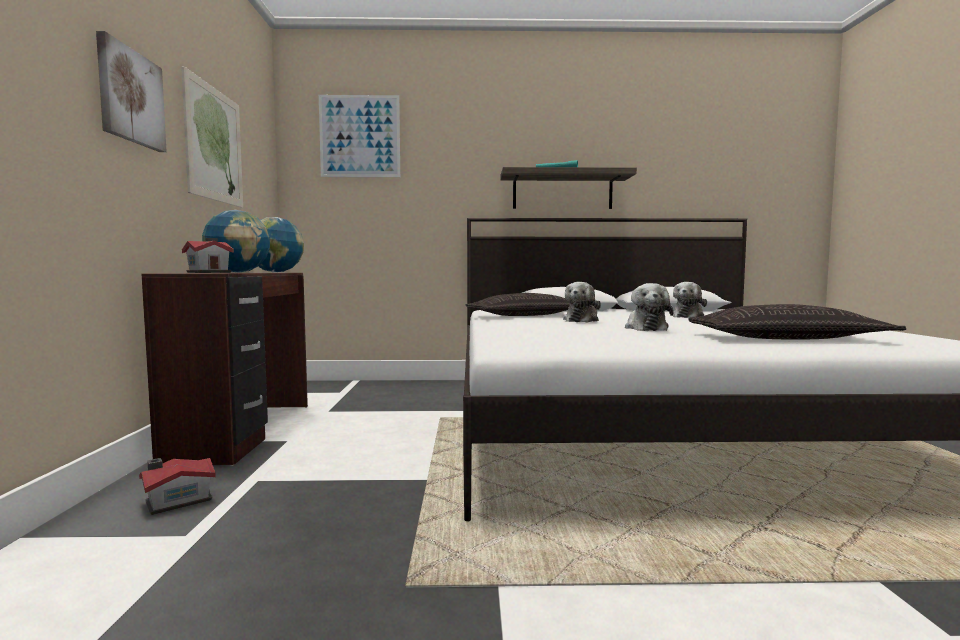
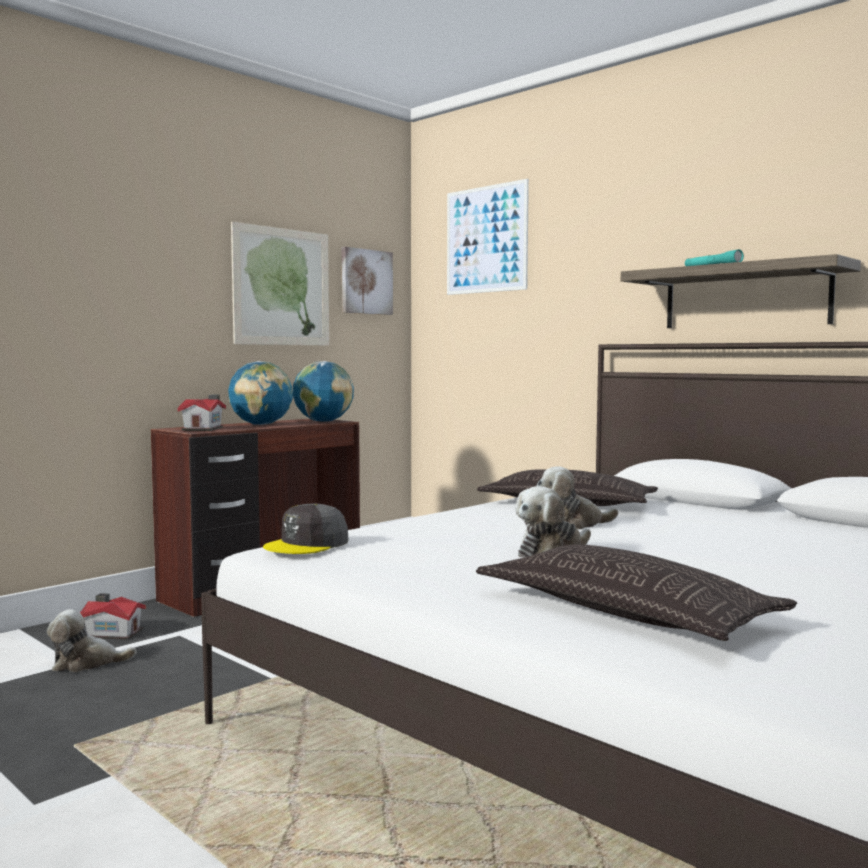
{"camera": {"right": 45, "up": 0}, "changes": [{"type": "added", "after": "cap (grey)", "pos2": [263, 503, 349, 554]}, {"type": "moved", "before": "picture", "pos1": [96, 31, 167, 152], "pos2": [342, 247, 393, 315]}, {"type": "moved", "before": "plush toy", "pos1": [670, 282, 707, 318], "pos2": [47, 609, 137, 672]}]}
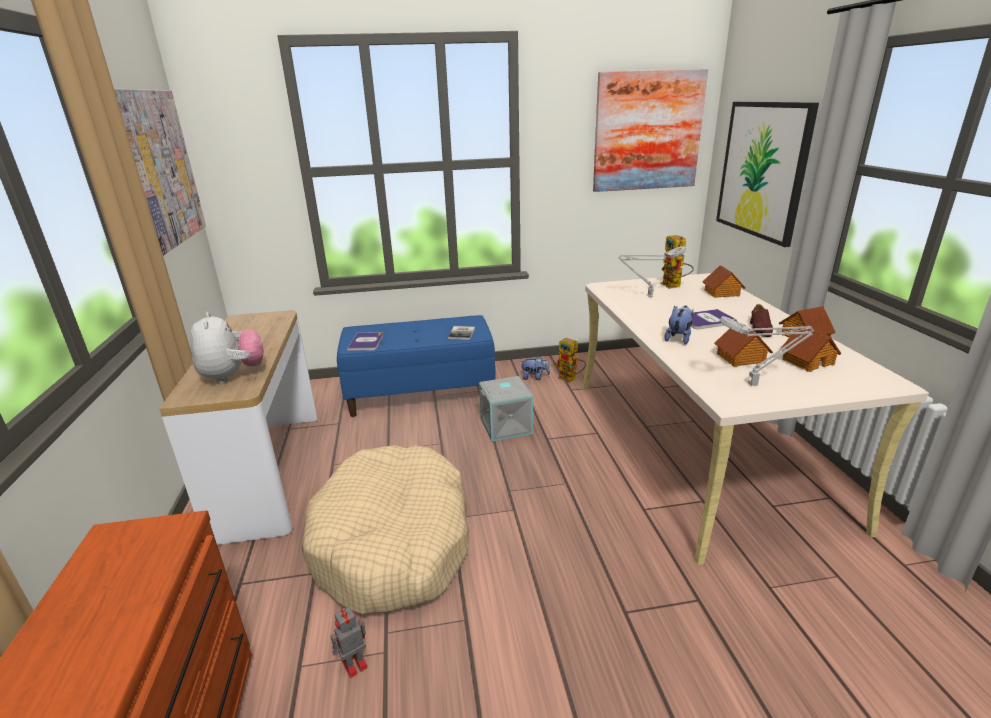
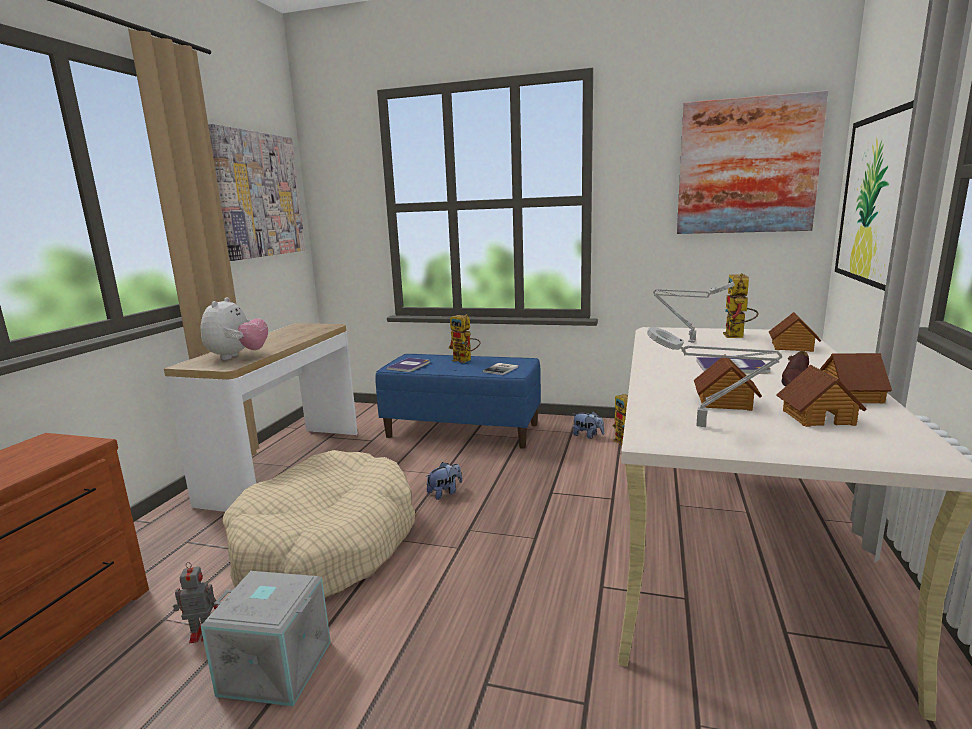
{"camera": {"right": 25, "up": -10}, "changes": [{"type": "added", "after": "toy robot", "pos2": [448, 314, 480, 363]}, {"type": "moved", "before": "storage box (grey)", "pos1": [479, 376, 533, 442], "pos2": [201, 571, 331, 706]}, {"type": "moved", "before": "plush toy", "pos1": [664, 306, 693, 345], "pos2": [426, 462, 462, 500]}]}
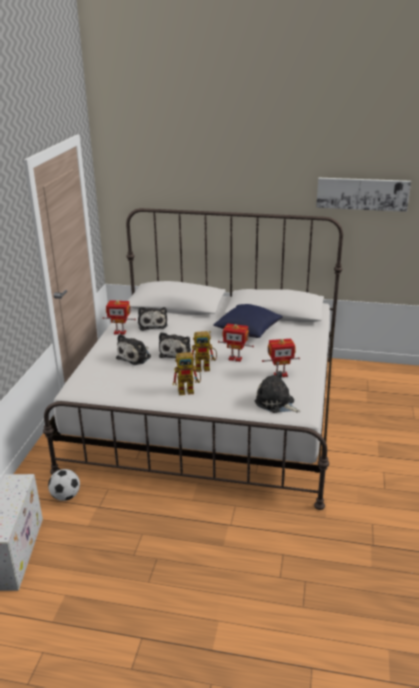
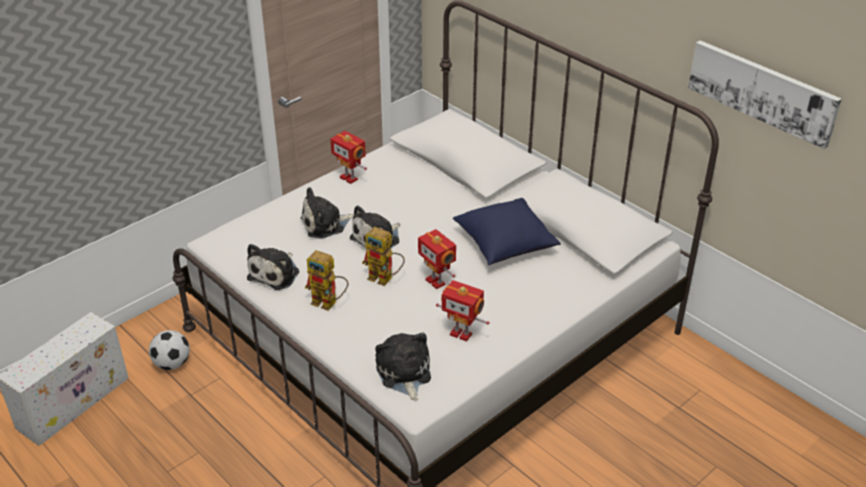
{"camera": {"right": 35, "up": 10}, "changes": [{"type": "moved", "before": "plush toy", "pos1": [138, 307, 168, 331], "pos2": [247, 244, 299, 290]}]}
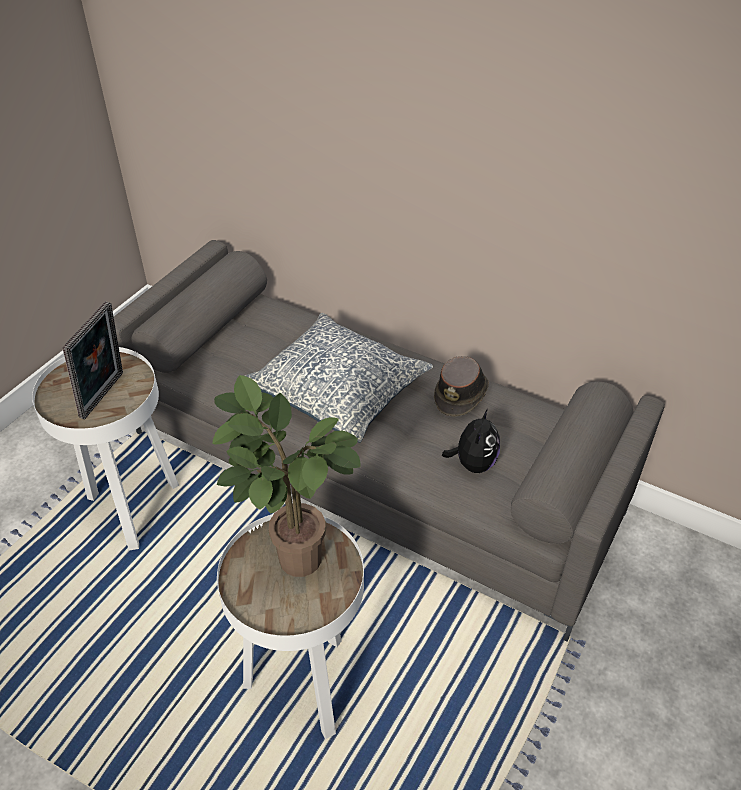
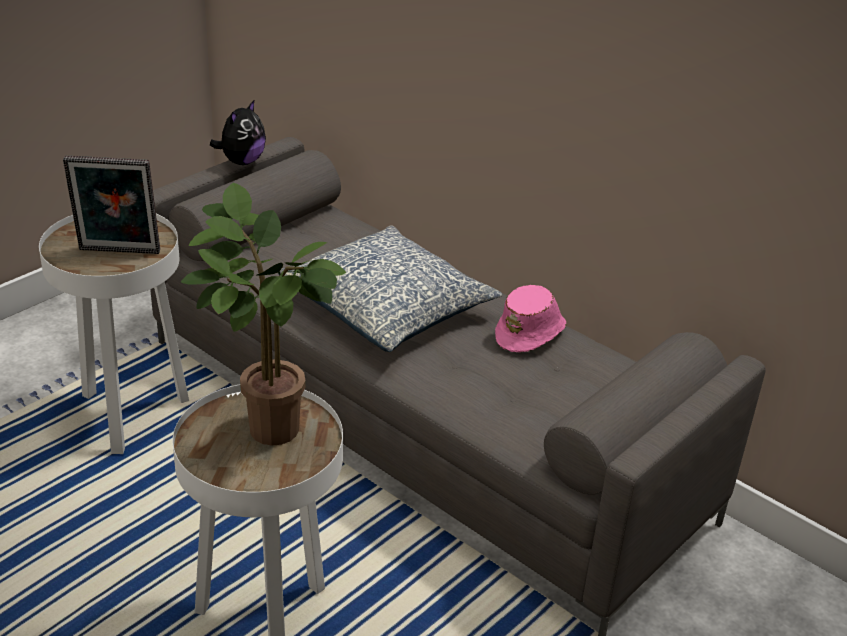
{"camera": {"right": 10, "up": -10}, "changes": [{"type": "moved", "before": "plush toy", "pos1": [442, 409, 500, 473], "pos2": [210, 99, 266, 165]}, {"type": "recoloured", "before": "hat (brown)", "after": "hat (pink)", "pos1": [434, 356, 489, 417], "pos2": [495, 285, 566, 352]}, {"type": "turned", "before": "picture frame", "pos1": [63, 301, 123, 419], "pos2": [63, 156, 160, 254], "turn": 60}]}
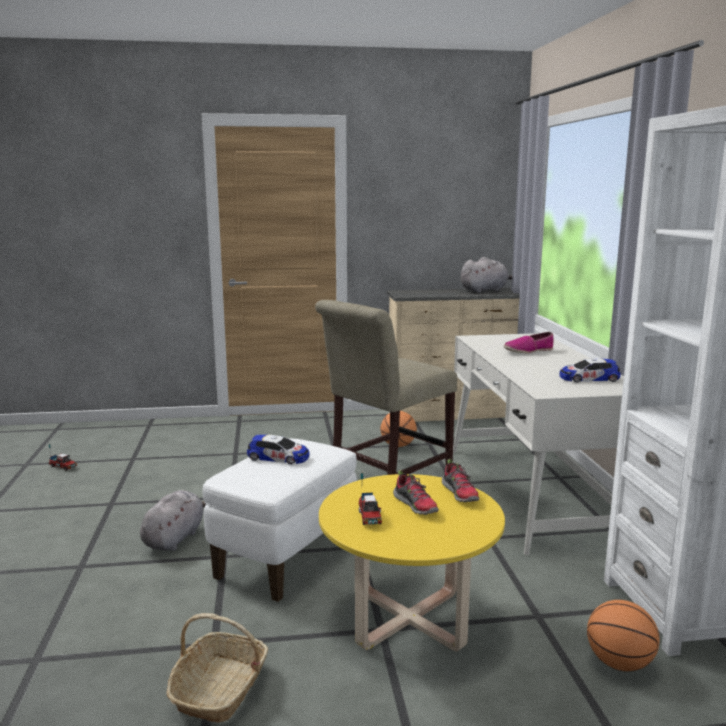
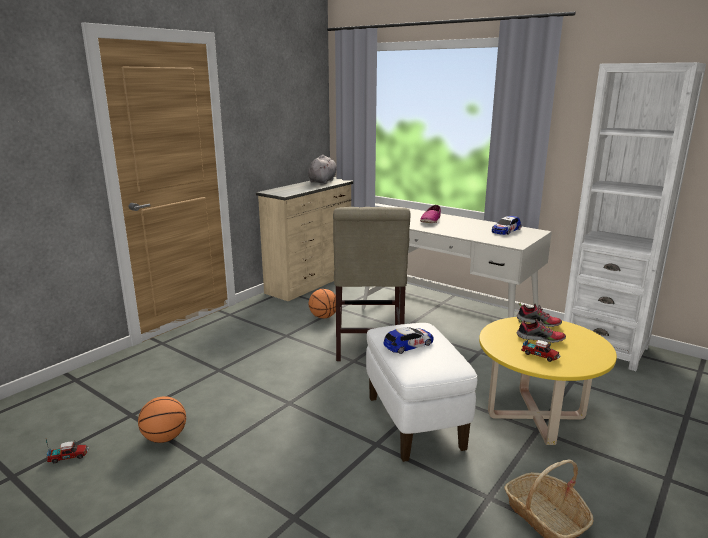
{"camera": {"right": -45, "up": 5}, "changes": [{"type": "removed", "before": "plush toy (grey)", "pos1": [140, 490, 206, 551]}, {"type": "moved", "before": "basketball", "pos1": [587, 600, 660, 671], "pos2": [138, 396, 186, 443]}]}
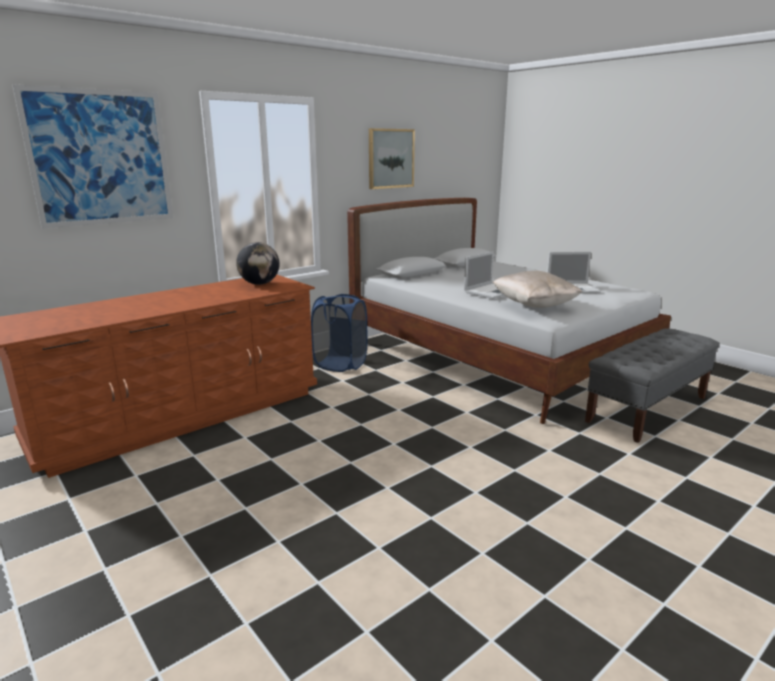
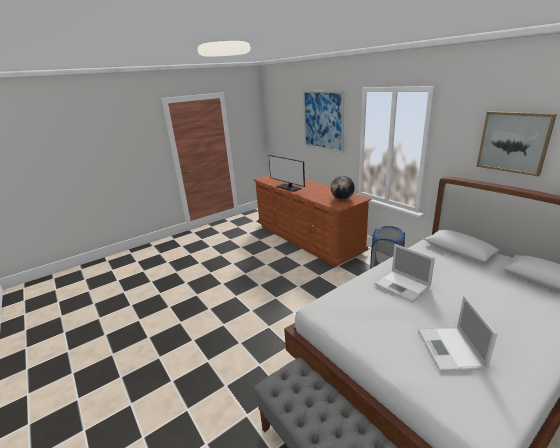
{"camera": {"right": 95, "up": 5}, "changes": [{"type": "removed", "before": "pillow (beige)", "pos1": [493, 271, 583, 308]}, {"type": "added", "after": "monitor", "pos2": [269, 155, 305, 192]}]}
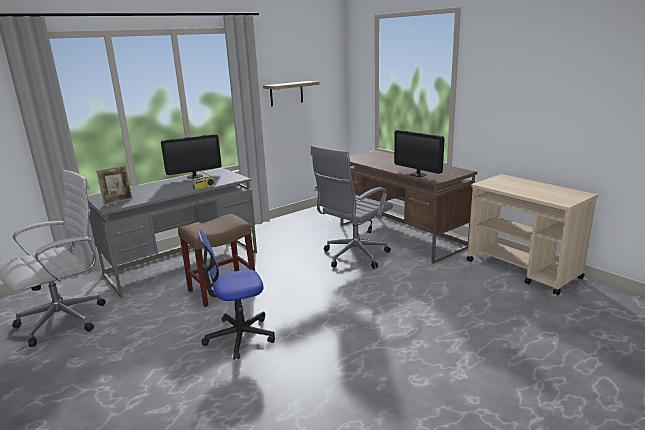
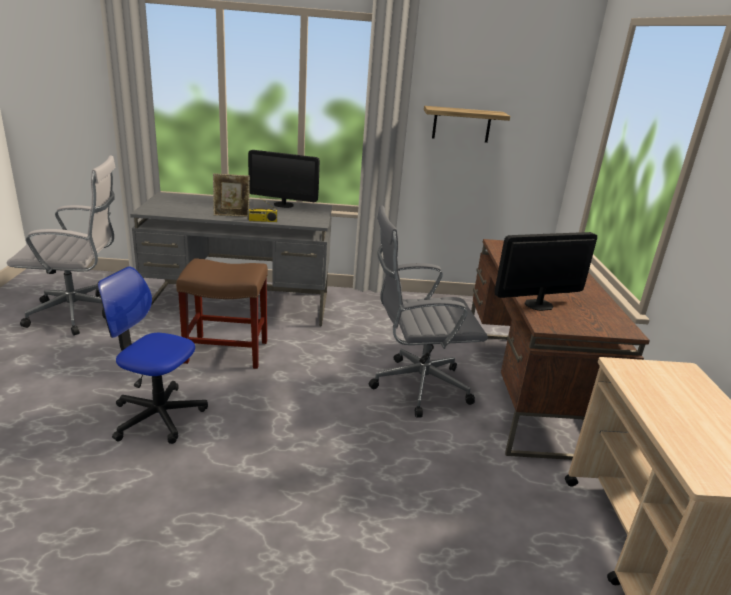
{"camera": {"right": 35, "up": 5}, "changes": [{"type": "moved", "before": "picture frame", "pos1": [96, 165, 133, 206], "pos2": [213, 173, 250, 217]}, {"type": "turned", "before": "monitor", "pos1": [394, 130, 444, 177], "pos2": [495, 232, 597, 311], "turn": 75}]}
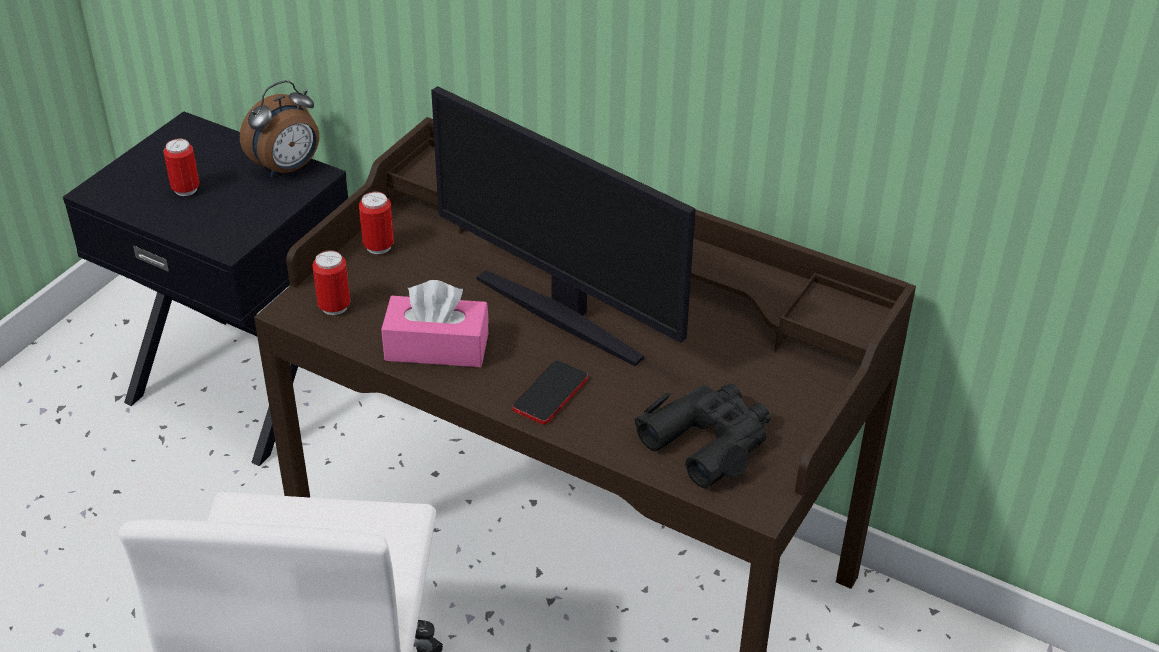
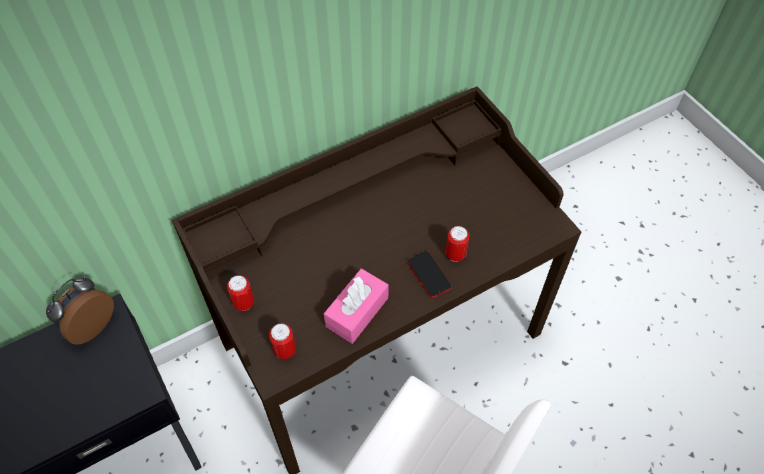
{"camera": {"right": -60, "up": 15}, "changes": [{"type": "removed", "before": "monitor", "pos1": [431, 86, 696, 366]}, {"type": "removed", "before": "binoculars (black)", "pos1": [635, 384, 771, 488]}, {"type": "moved", "before": "can", "pos1": [164, 138, 200, 196], "pos2": [446, 226, 469, 262]}, {"type": "turned", "before": "alarm clock", "pos1": [240, 80, 319, 177], "pos2": [46, 276, 114, 345], "turn": -135}]}
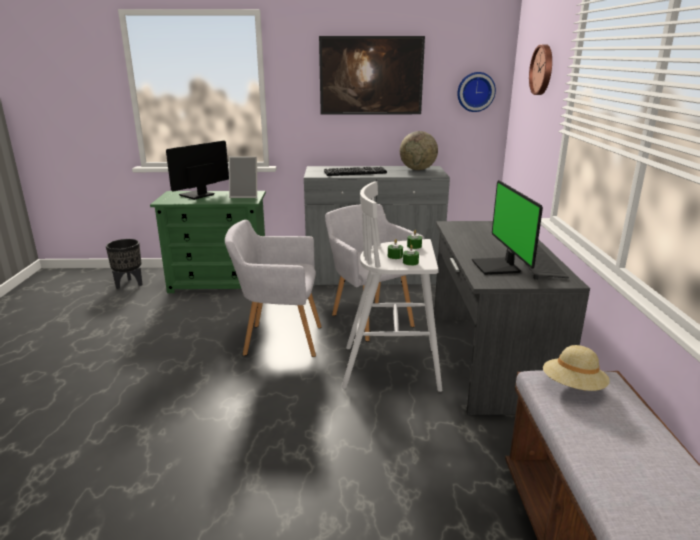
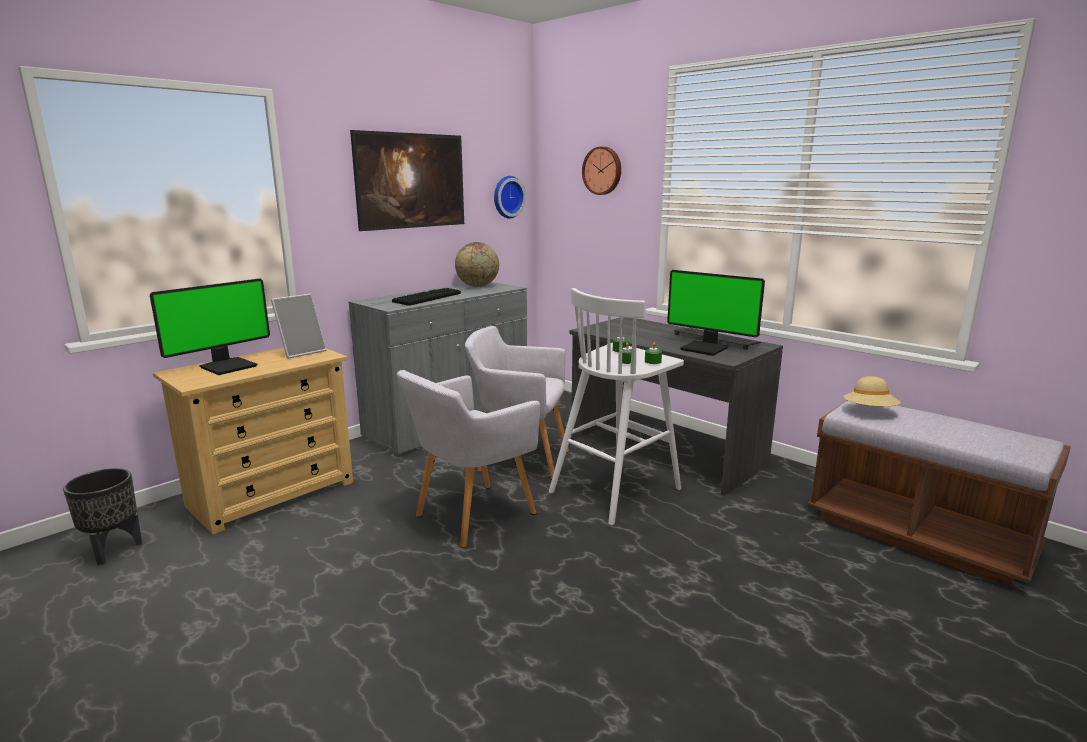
{"camera": {"right": -45, "up": -5}, "changes": [{"type": "recoloured", "before": "dresser (green)", "after": "dresser (beige)", "pos1": [150, 191, 266, 293], "pos2": [153, 348, 353, 535]}, {"type": "turned", "before": "monitor", "pos1": [166, 141, 229, 200], "pos2": [150, 278, 270, 375], "turn": -135}]}
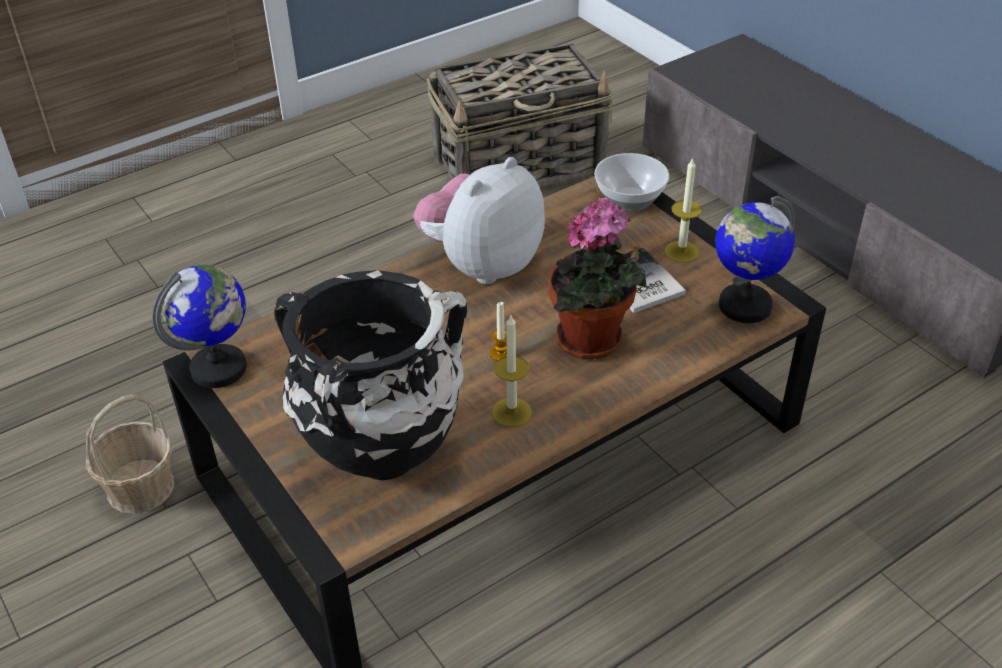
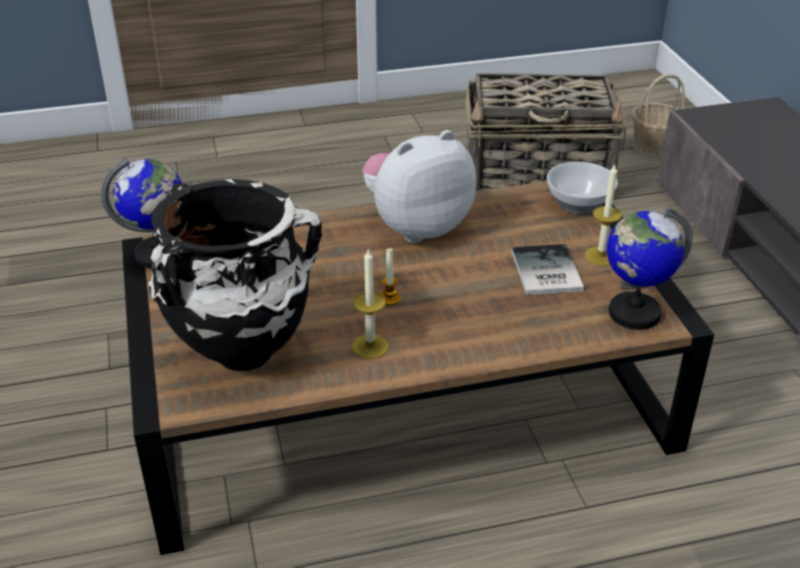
{"camera": {"right": 20, "up": -5}, "changes": [{"type": "removed", "before": "potted plant", "pos1": [548, 197, 646, 359]}, {"type": "moved", "before": "basket", "pos1": [86, 394, 174, 514], "pos2": [632, 74, 685, 156]}]}
